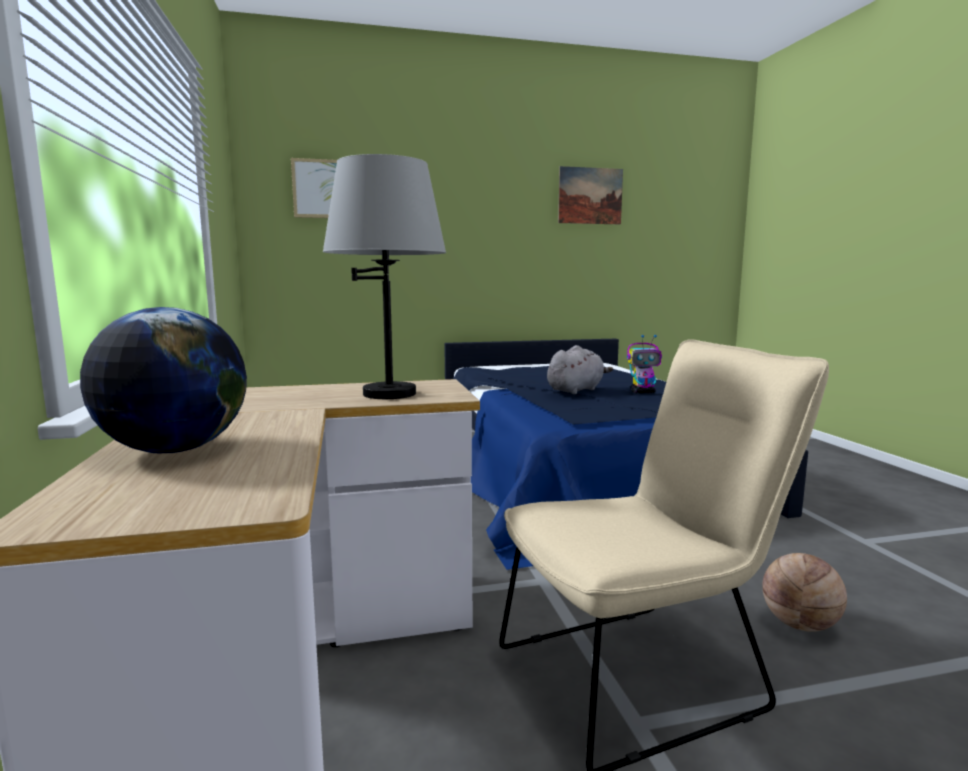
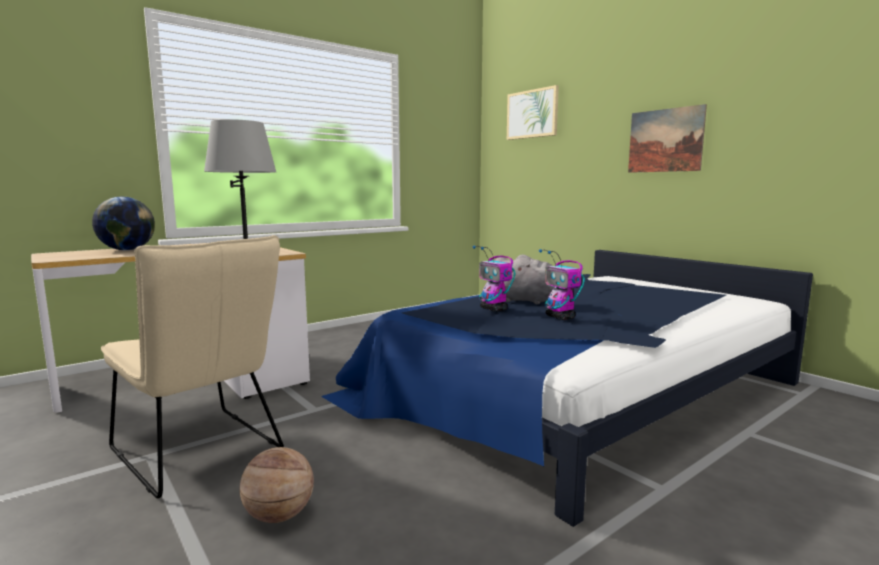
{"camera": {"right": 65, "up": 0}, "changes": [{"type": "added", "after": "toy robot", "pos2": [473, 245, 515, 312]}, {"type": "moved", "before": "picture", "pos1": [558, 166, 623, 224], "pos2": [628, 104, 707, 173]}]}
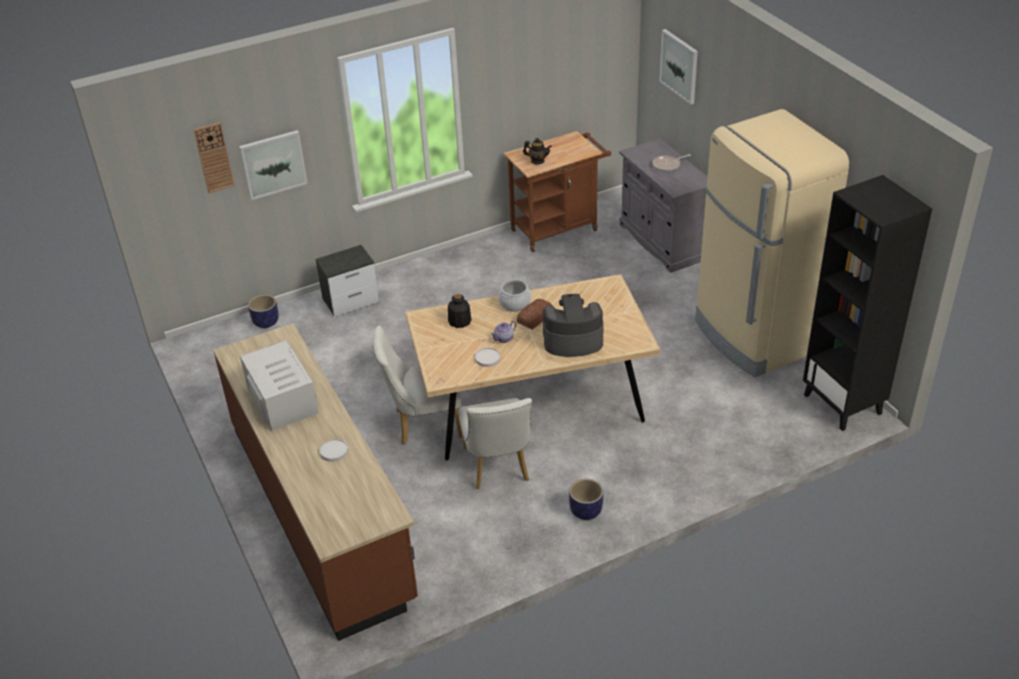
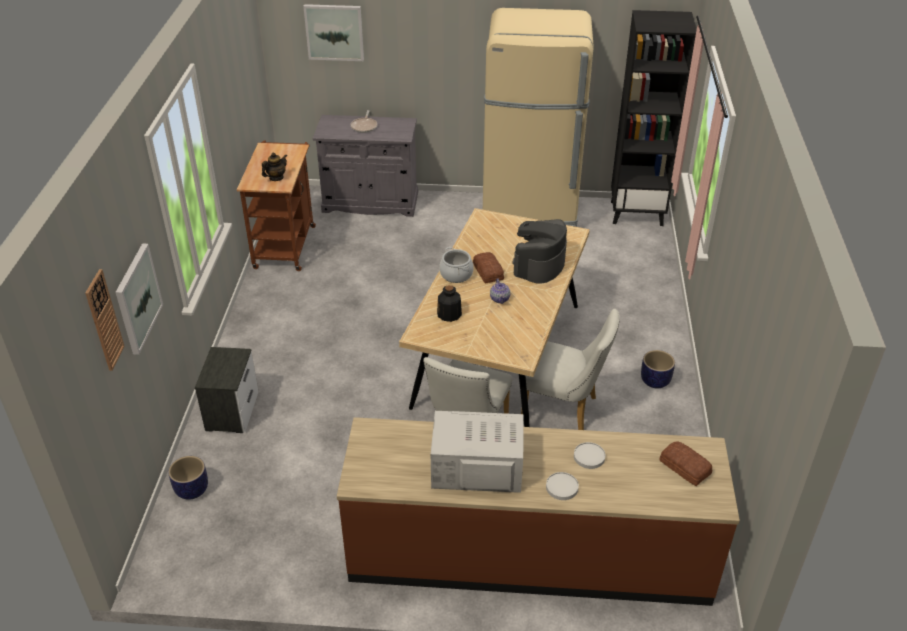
{"camera": {"right": -60, "up": 0}, "changes": [{"type": "added", "after": "bread", "pos2": [659, 441, 712, 486]}, {"type": "moved", "before": "plate (white)", "pos1": [475, 348, 500, 367], "pos2": [546, 472, 579, 500]}]}
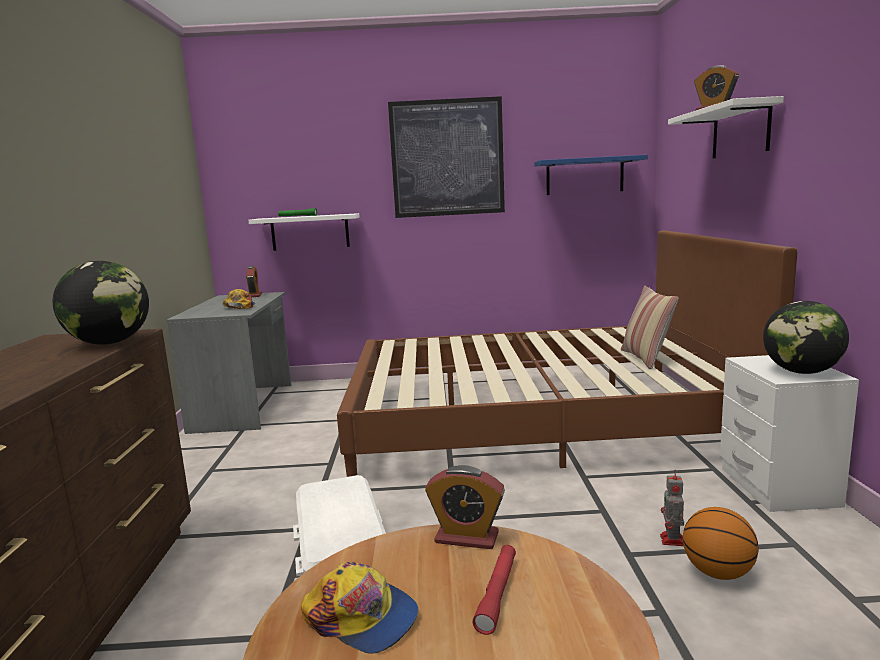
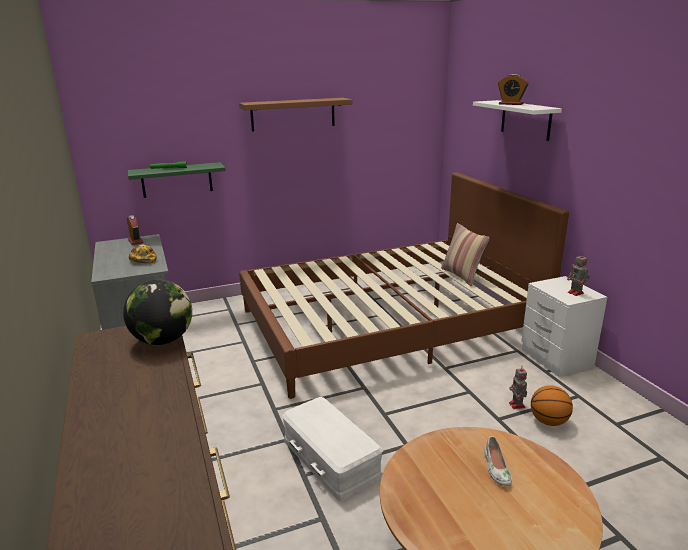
{"camera": {"right": -20, "up": 10}, "changes": [{"type": "removed", "before": "cap", "pos1": [301, 562, 418, 654]}, {"type": "removed", "before": "alarm clock", "pos1": [425, 465, 505, 549]}, {"type": "removed", "before": "shelf (blue)", "pos1": [534, 155, 648, 195]}, {"type": "replaced", "before": "picture", "after": "shelf (brown)", "pos1": [388, 96, 505, 218], "pos2": [239, 98, 352, 132]}, {"type": "replaced", "before": "flashlight (red)", "after": "shoe (white)", "pos1": [472, 545, 516, 635], "pos2": [484, 436, 512, 486]}, {"type": "replaced", "before": "globe", "after": "toy robot", "pos1": [763, 301, 849, 374], "pos2": [567, 252, 590, 296]}, {"type": "recoloured", "before": "shelf (white)", "after": "shelf (green)", "pos1": [248, 213, 360, 251], "pos2": [128, 162, 226, 198]}]}
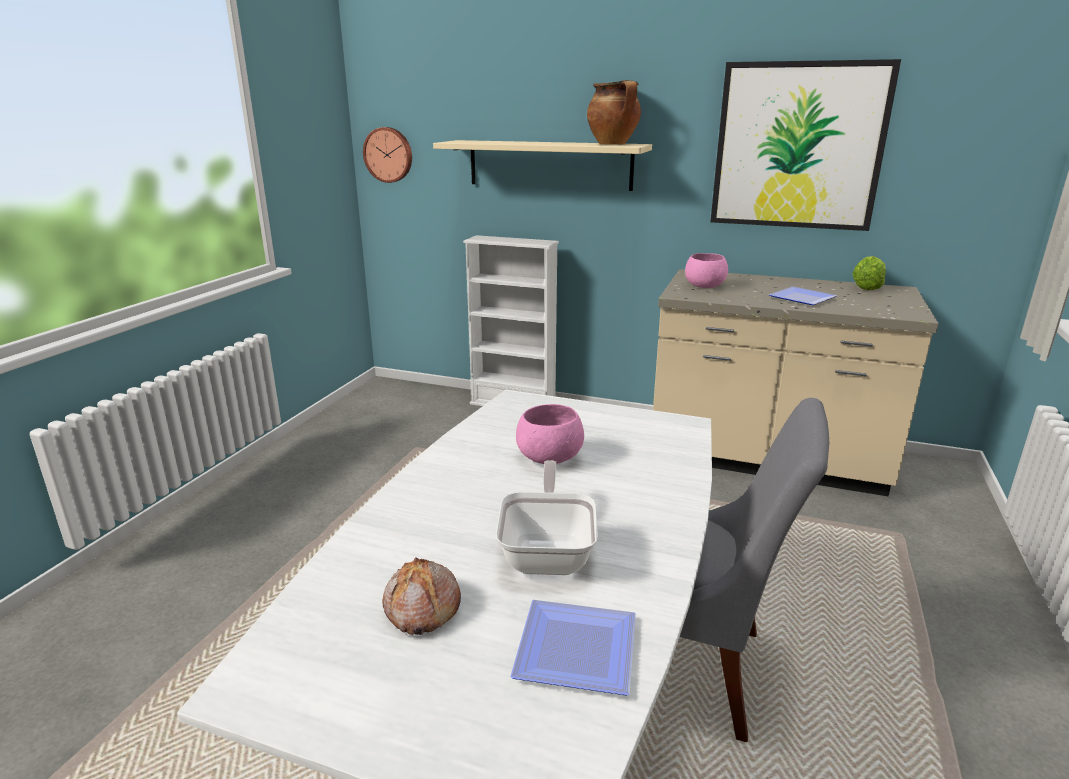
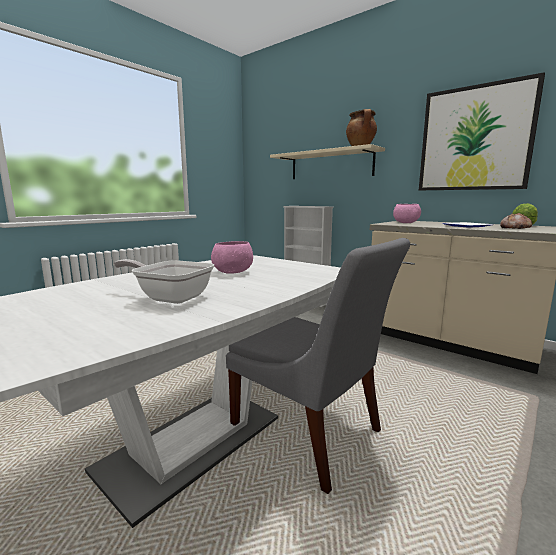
{"camera": {"right": 20, "up": -10}, "changes": [{"type": "removed", "before": "wall clock", "pos1": [363, 127, 412, 183]}, {"type": "removed", "before": "plate", "pos1": [510, 600, 636, 695]}, {"type": "moved", "before": "bread", "pos1": [382, 558, 461, 635], "pos2": [500, 213, 532, 229]}, {"type": "turned", "before": "frying pan", "pos1": [496, 460, 598, 575], "pos2": [114, 259, 214, 304], "turn": -90}]}
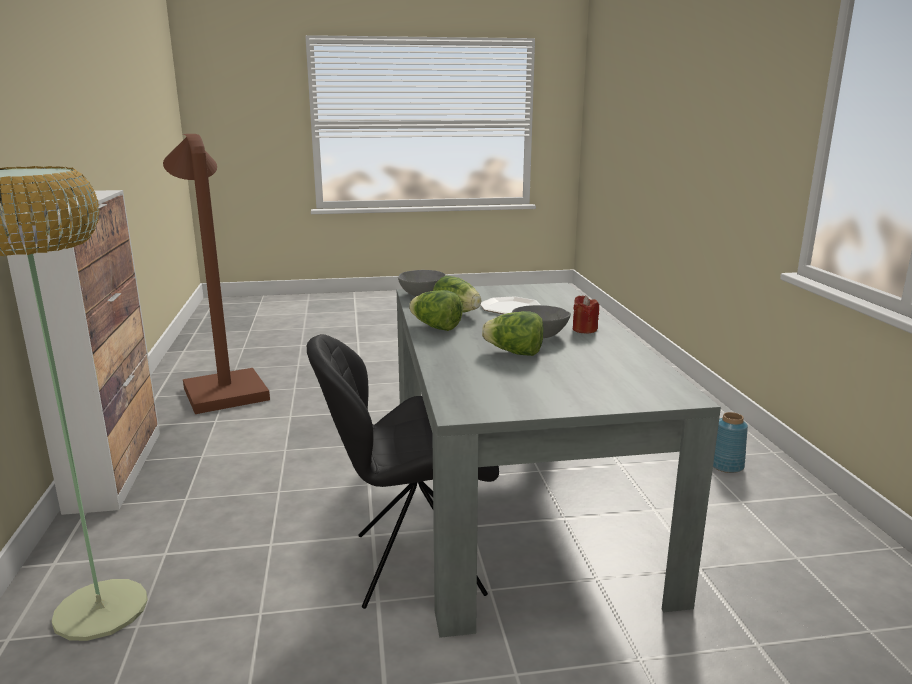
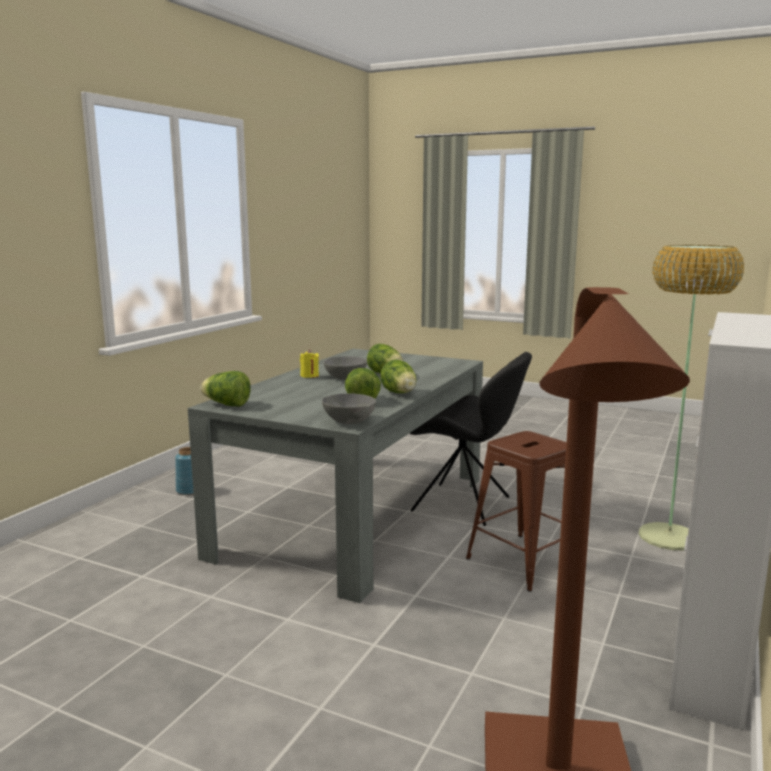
{"camera": {"right": -145, "up": -5}, "changes": [{"type": "removed", "before": "plate", "pos1": [481, 297, 541, 314]}, {"type": "added", "after": "lettuce", "pos2": [200, 371, 251, 407]}, {"type": "added", "after": "stool (brown)", "pos2": [466, 431, 567, 592]}, {"type": "recoloured", "before": "candle (red)", "after": "candle (yellow)", "pos1": [573, 295, 599, 333], "pos2": [300, 350, 319, 378]}]}
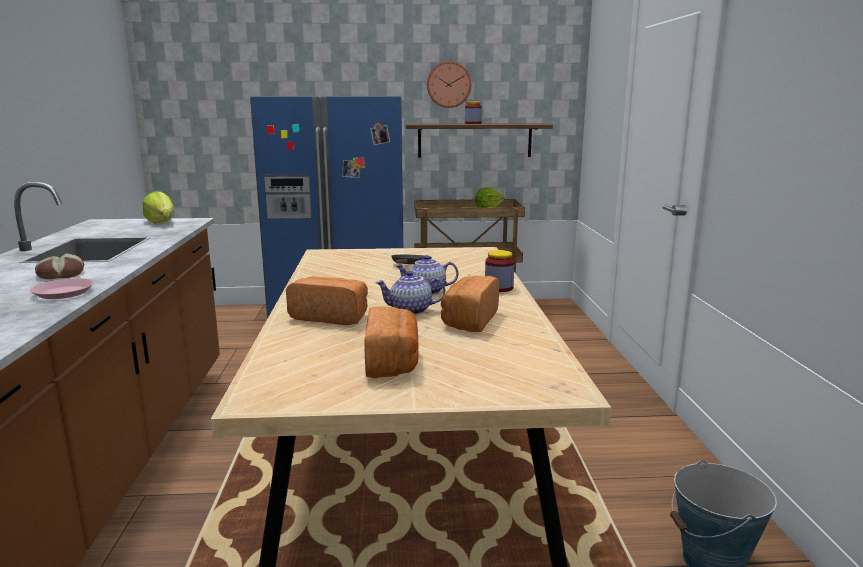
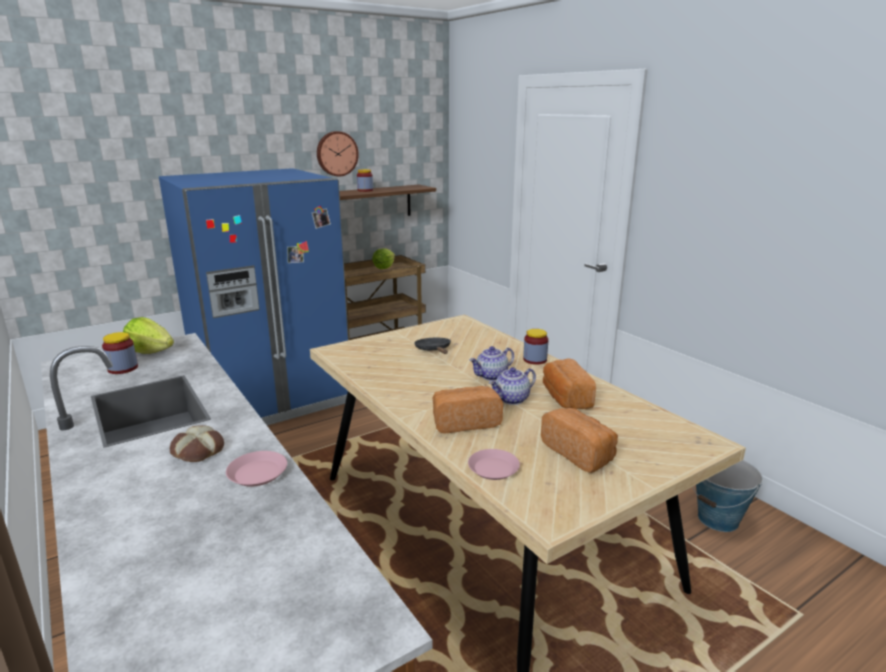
{"camera": {"right": -30, "up": 5}, "changes": [{"type": "added", "after": "jar", "pos2": [102, 332, 138, 374]}, {"type": "added", "after": "plate (pink)", "pos2": [468, 449, 520, 480]}]}
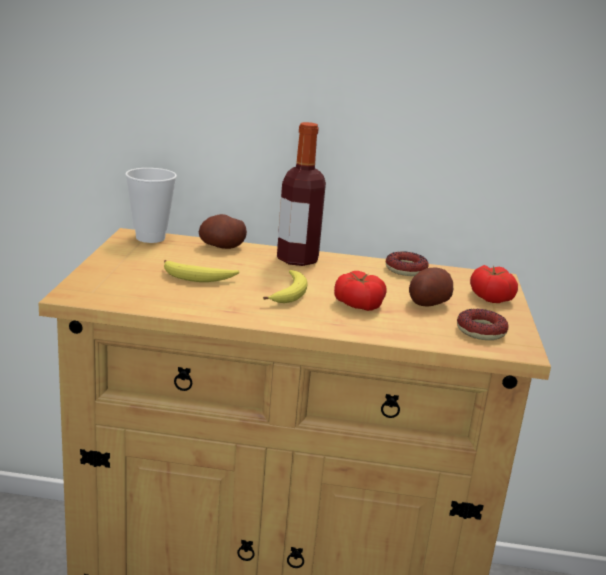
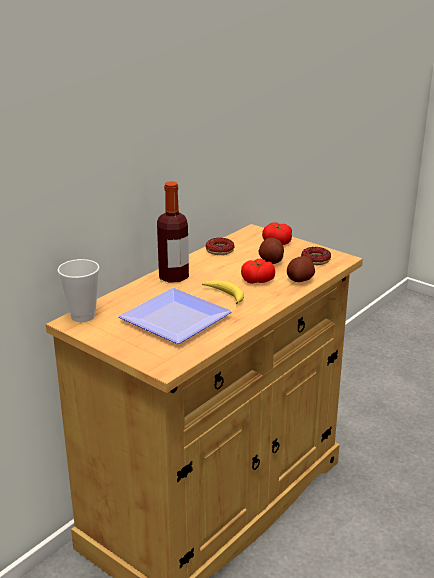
{"camera": {"right": -55, "up": 5}, "changes": [{"type": "moved", "before": "potato", "pos1": [199, 214, 247, 249], "pos2": [287, 256, 315, 282]}, {"type": "replaced", "before": "banana", "after": "plate", "pos1": [164, 260, 239, 282], "pos2": [118, 288, 232, 344]}]}
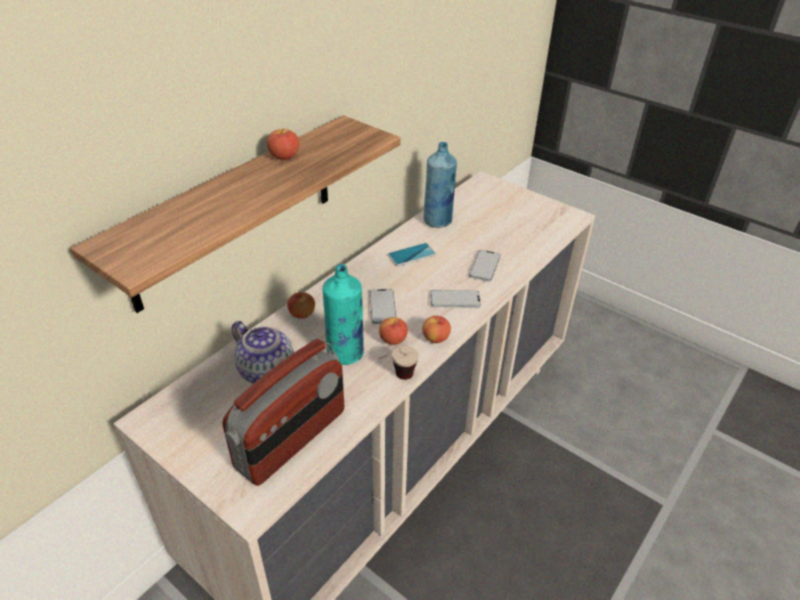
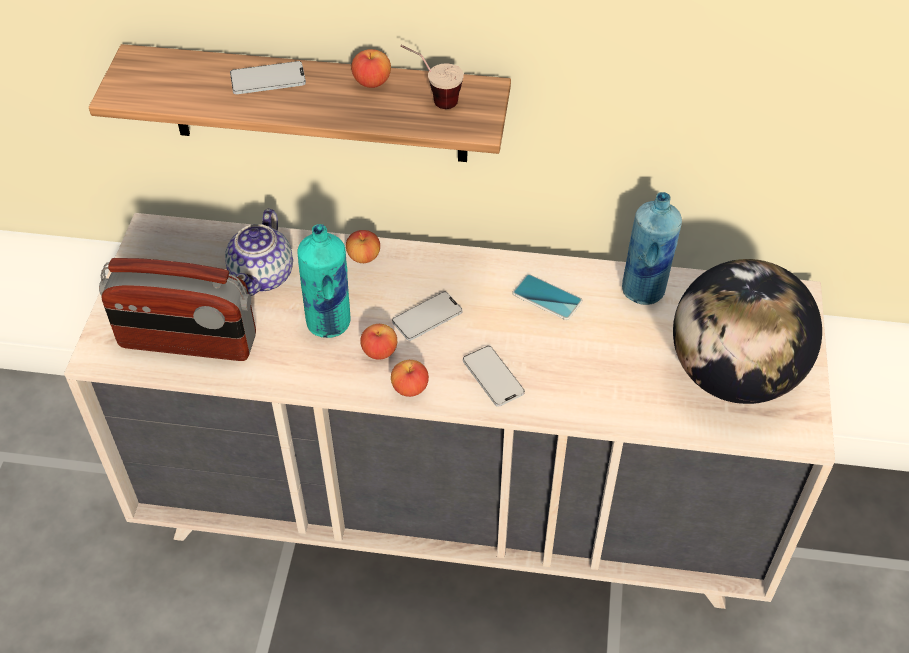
{"camera": {"right": 60, "up": 10}, "changes": [{"type": "added", "after": "globe", "pos2": [673, 259, 822, 404]}, {"type": "moved", "before": "cup", "pos1": [377, 346, 419, 380], "pos2": [401, 45, 464, 109]}, {"type": "moved", "before": "phone", "pos1": [469, 250, 501, 282], "pos2": [230, 61, 306, 94]}]}
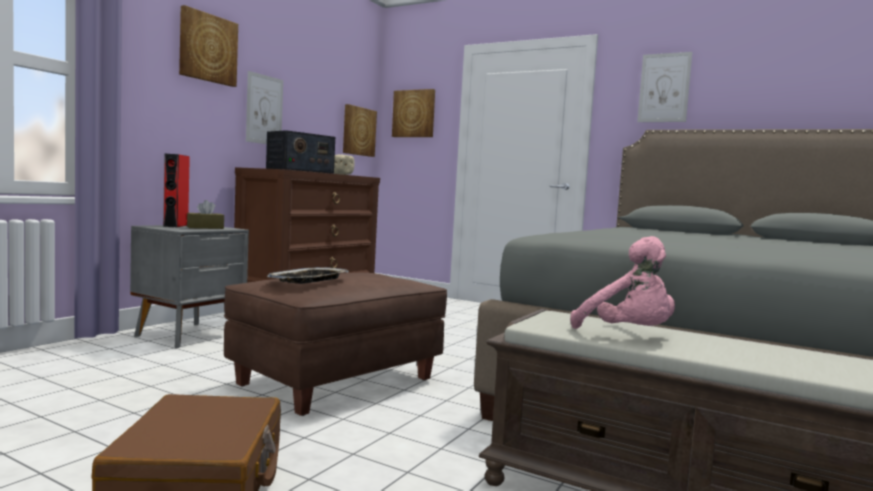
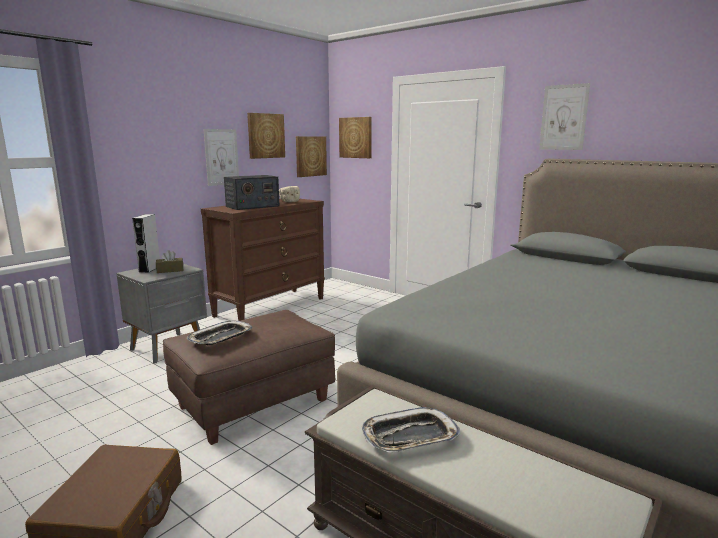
{"camera": {"right": 10, "up": 10}, "changes": [{"type": "moved", "before": "picture", "pos1": [179, 5, 238, 87], "pos2": [247, 113, 285, 159]}, {"type": "replaced", "before": "plush toy (pink)", "after": "tray", "pos1": [570, 236, 675, 329], "pos2": [362, 407, 460, 453]}, {"type": "recoloured", "before": "speaker (red)", "after": "speaker (grey)", "pos1": [163, 153, 190, 228], "pos2": [132, 214, 160, 273]}]}
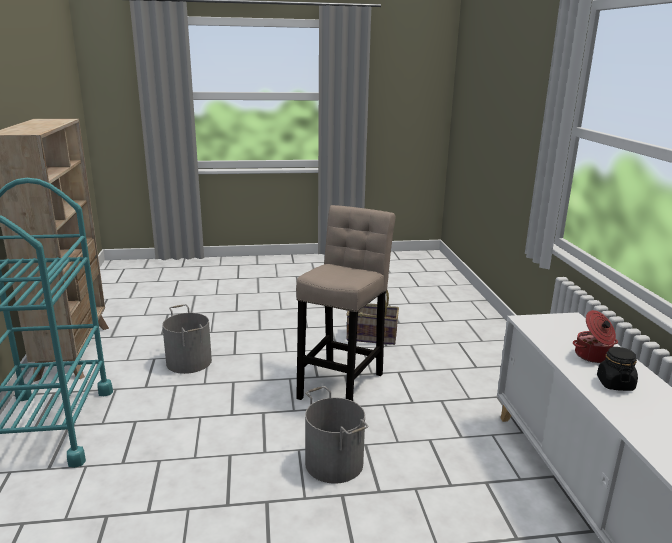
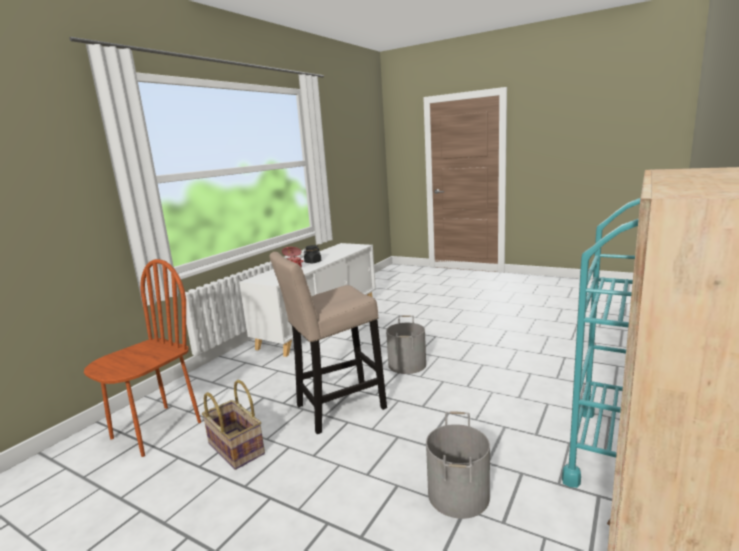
{"camera": {"right": -140, "up": -5}, "changes": [{"type": "added", "after": "chair (brown)", "pos2": [84, 259, 201, 457]}]}
